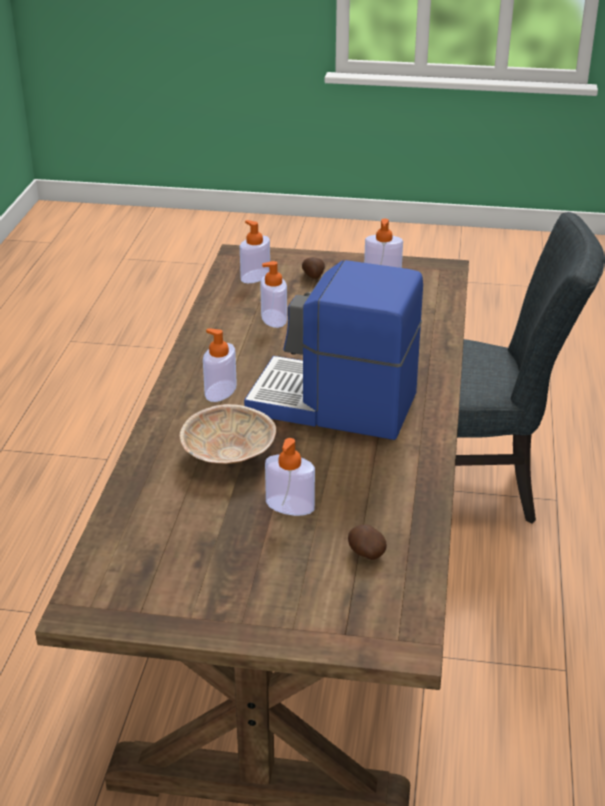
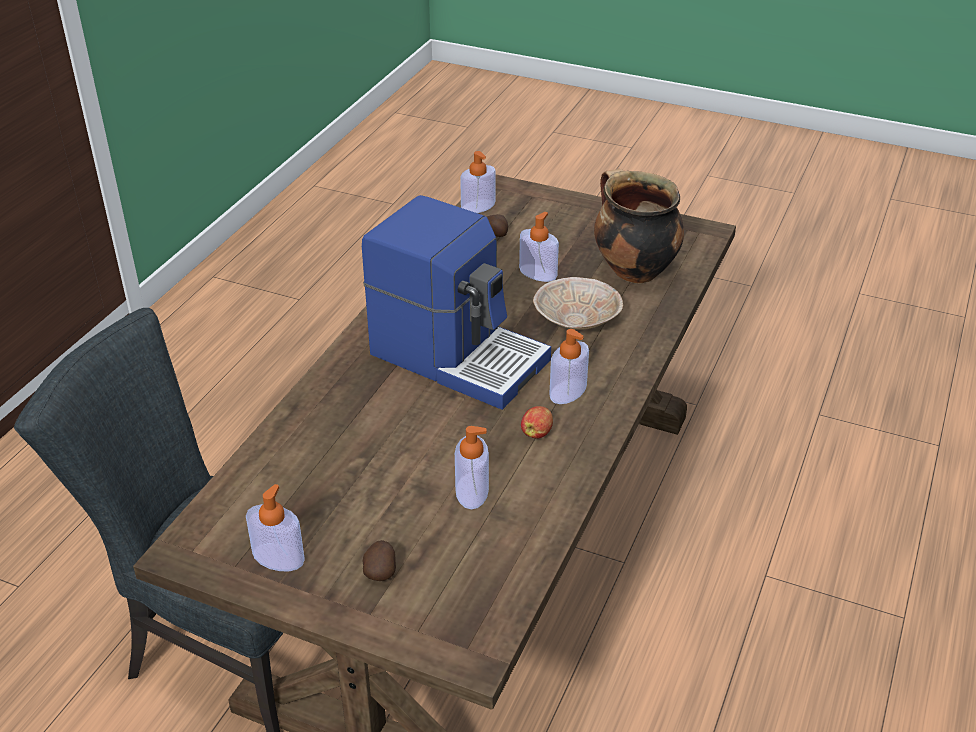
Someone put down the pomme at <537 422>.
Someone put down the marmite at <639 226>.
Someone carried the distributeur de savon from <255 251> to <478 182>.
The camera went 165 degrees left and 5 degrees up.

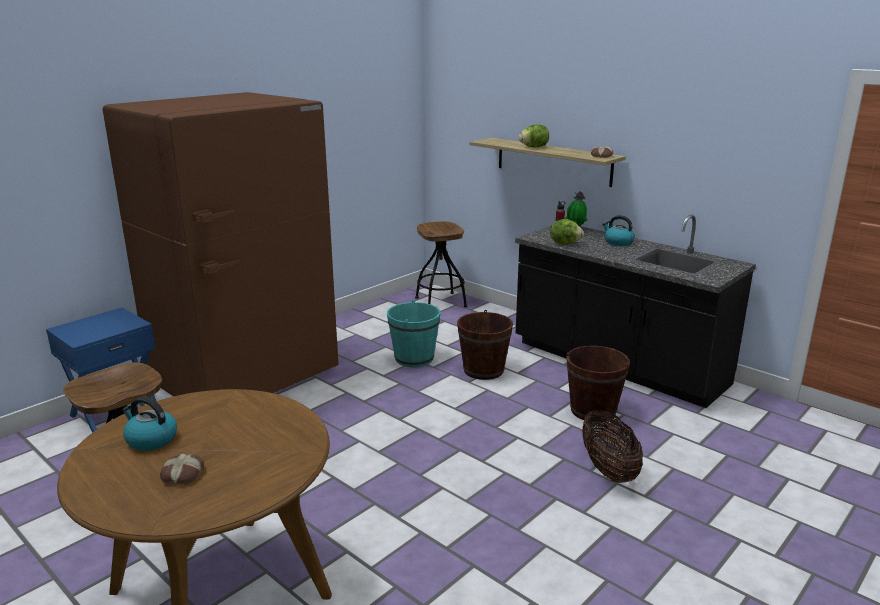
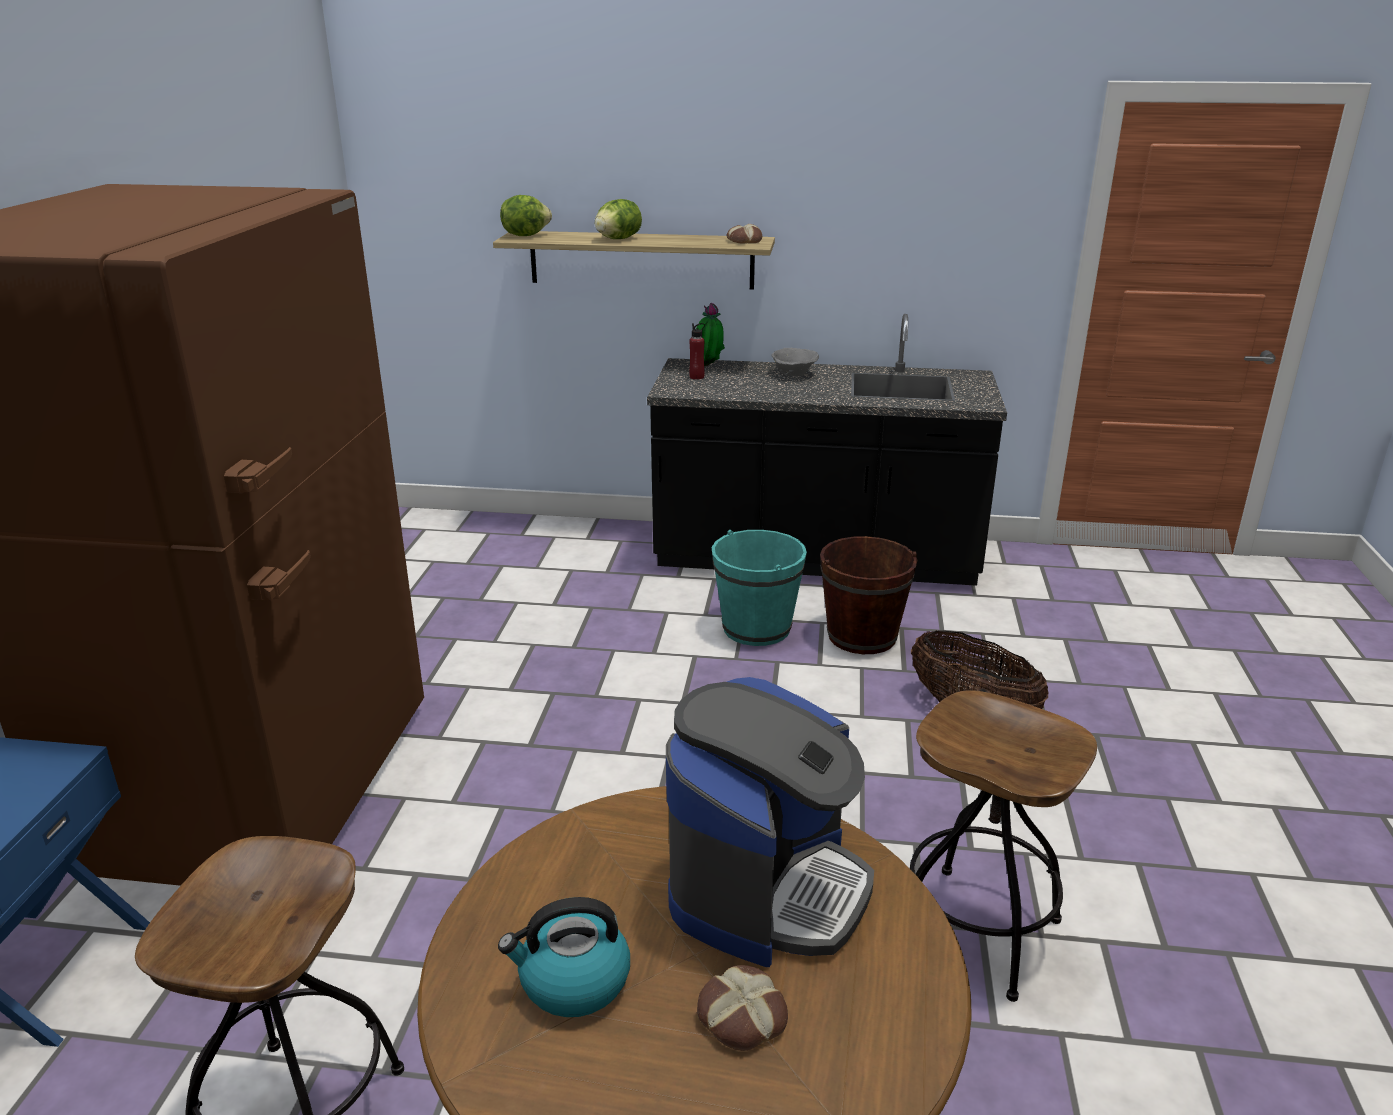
Someone took away the seau/marron at <485 345>.
Someone put down the machine à café at <770 822>.
Someone carried the seau/turquoise from <414 333> to <759 588>.
Someone carried the tabouret/marron from <441 264> to <1003 846>.
Someone carried the laitue from <567 232> to <526 215>.
Someone swapped the bouilloire at <618 230> for the bol/gris at <795 362>.
The camera went 35 degrees left and 5 degrees up.

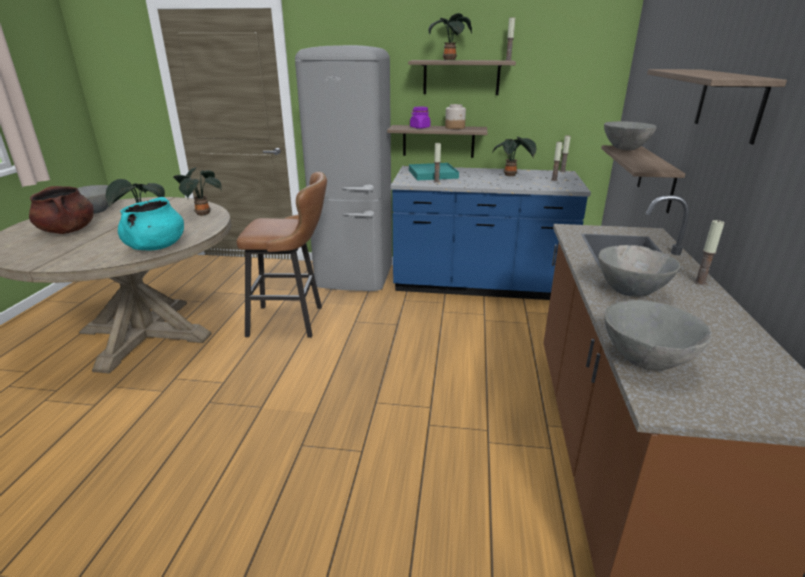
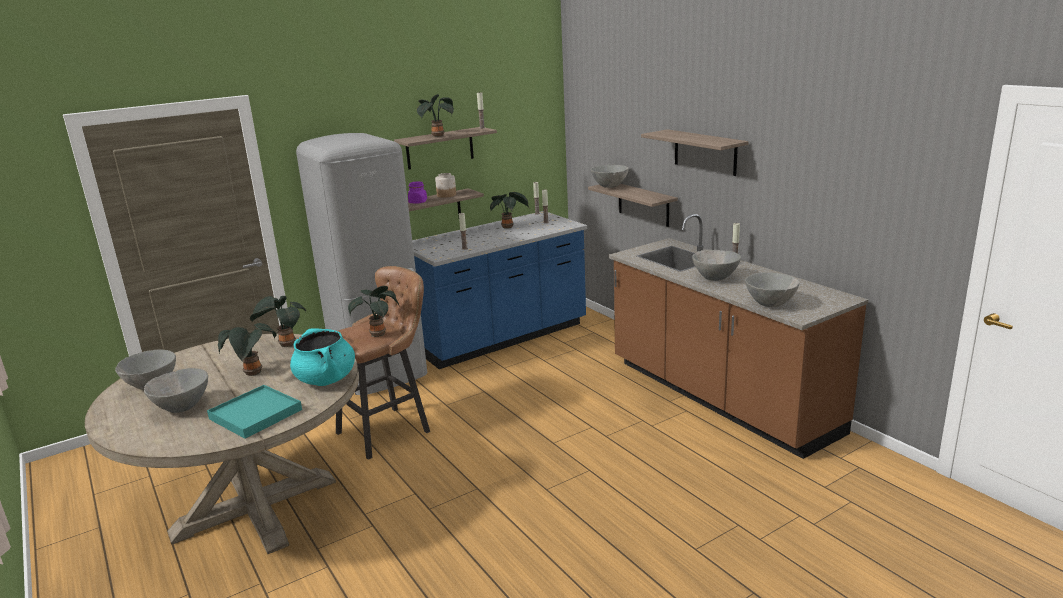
Someone put down the plante en pot at <373 311>.
Someone carried the plateau/turquoise from <434 171> to <254 412>.
Someone swapped the marmite/marron at <61 210> for the bol/gris at <176 390>.
The camera went 40 degrees left and 5 degrees down.

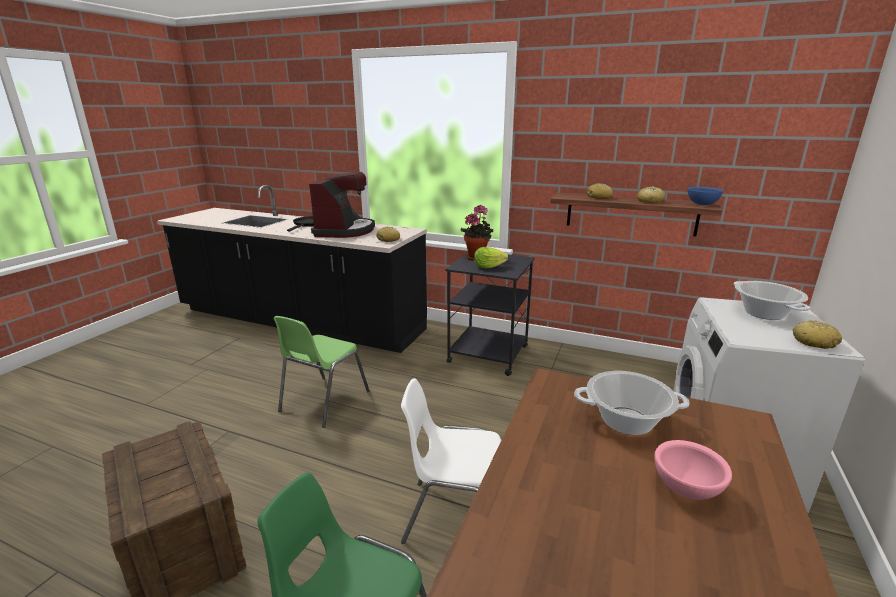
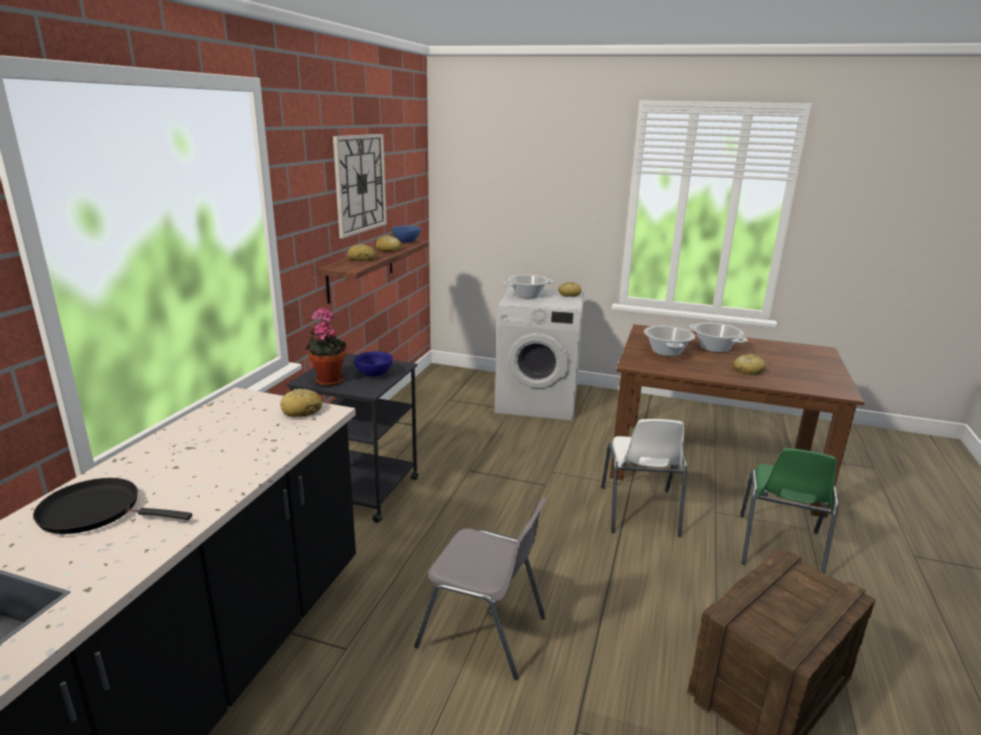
Someone took away the machine à café at <342 205>.
Someone put up the horloge murale at <360 186>.
Someone put down the pain at <749 364>.
Someone swapped the laitue at <491 257> for the bol/bleu at <373 364>.
Someone swapped the bol/rose at <693 470> for the marmite at <718 337>.
Someone repainted the chaise/vert at <321 372>, which became the chaise/gris at <480 588>.
The camera went 95 degrees left and 0 degrees up.

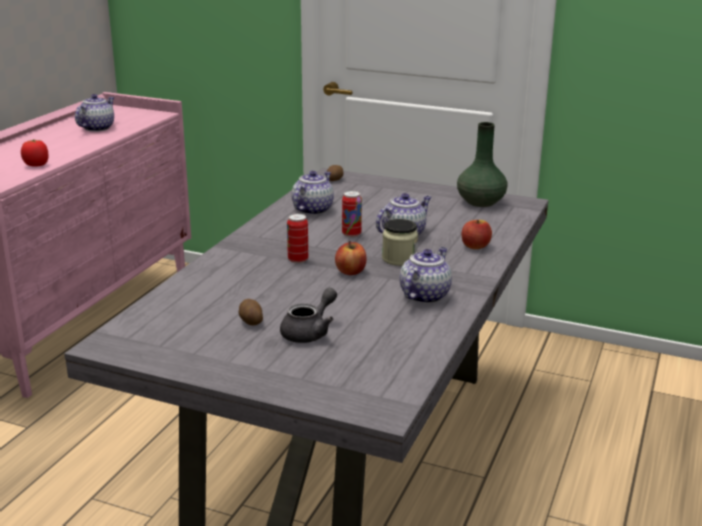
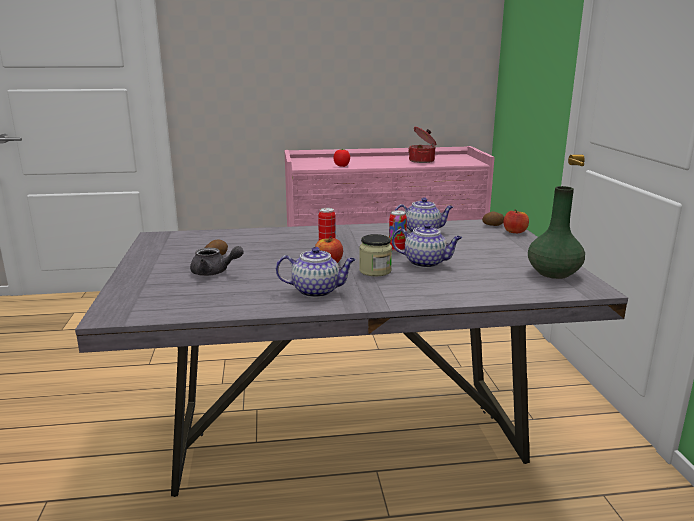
Someone carried the pomme from <477 234> to <516 221>.
Someone swapped the théière at <94 113> for the marmite at <422 145>.
The camera went 60 degrees right and 5 degrees down.

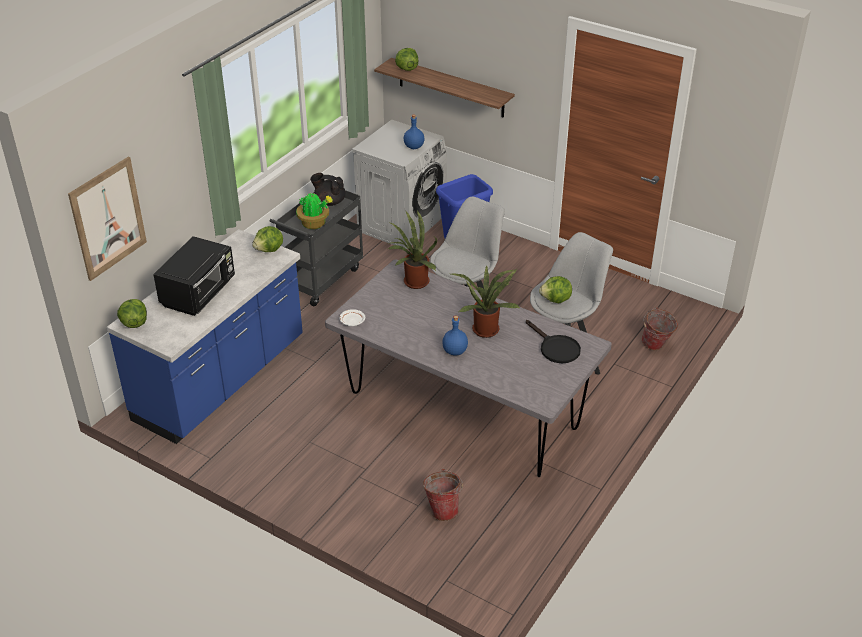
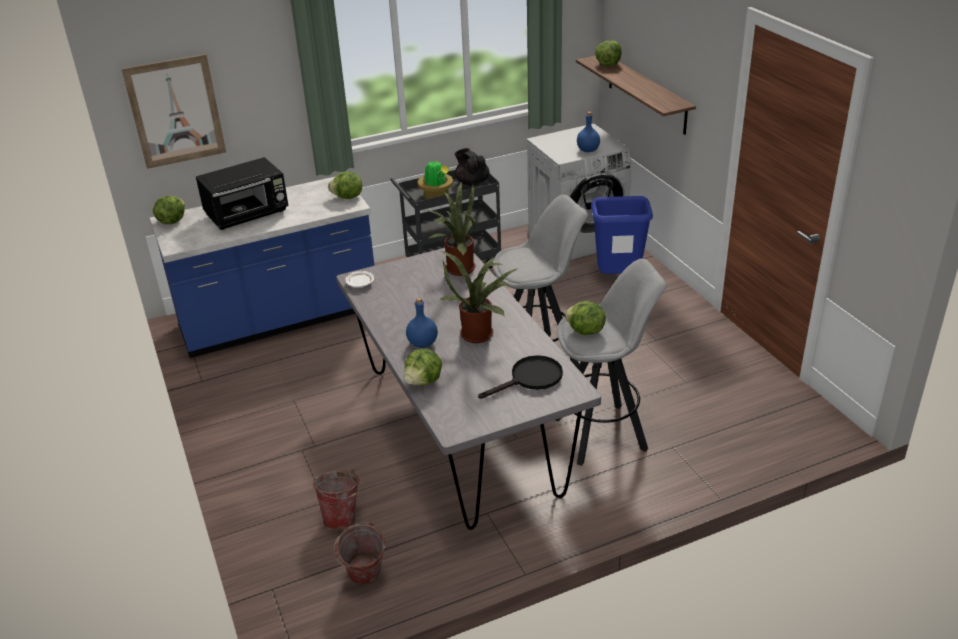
Someone put down the laitue at <423 367>.
Someone carried the seau from <659 328> to <359 553>.
Someone rotated the poêle/noir at <553 341> by 120 degrees counterclockwise.
The camera went 35 degrees right and 5 degrees down.

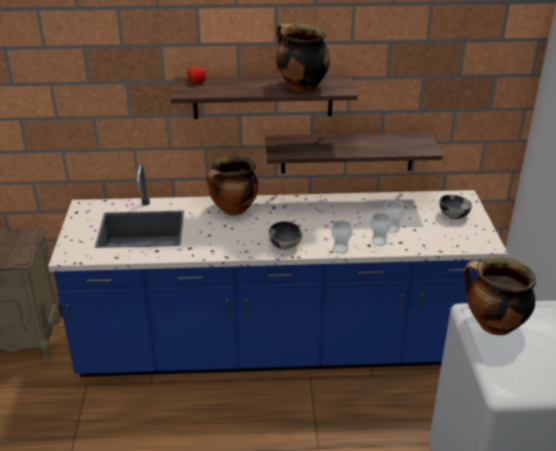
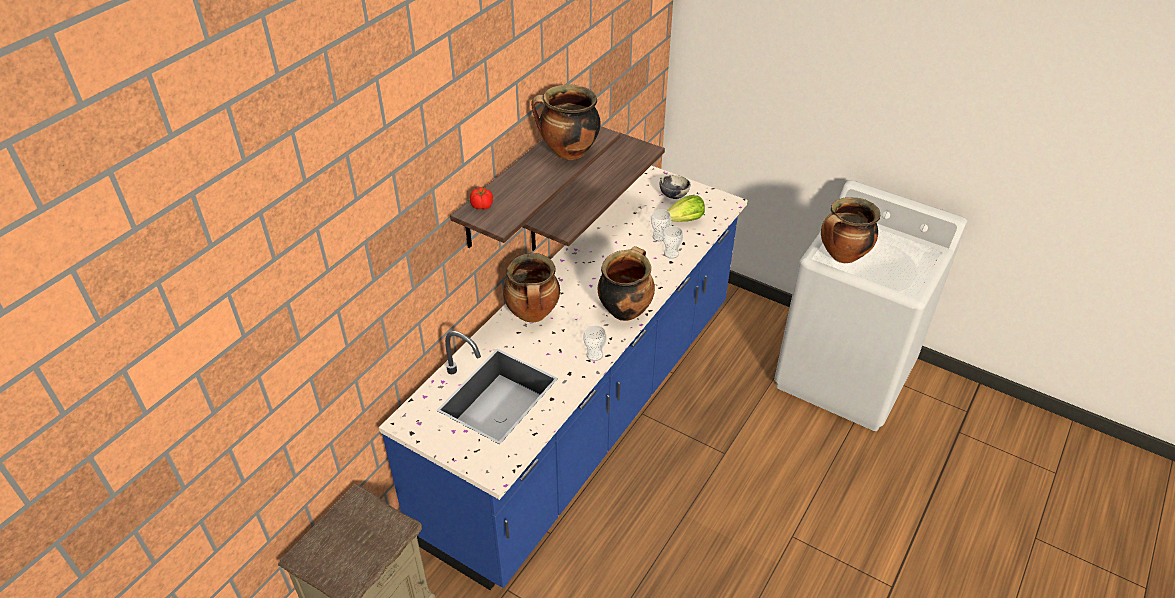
Someone put down the laitue at <686 208>.
Someone carried the tasse from <341 236> to <595 343>.
Someone swapped the bol at <285 235> for the marmite at <626 283>.
The camera went 55 degrees left and 10 degrees up.

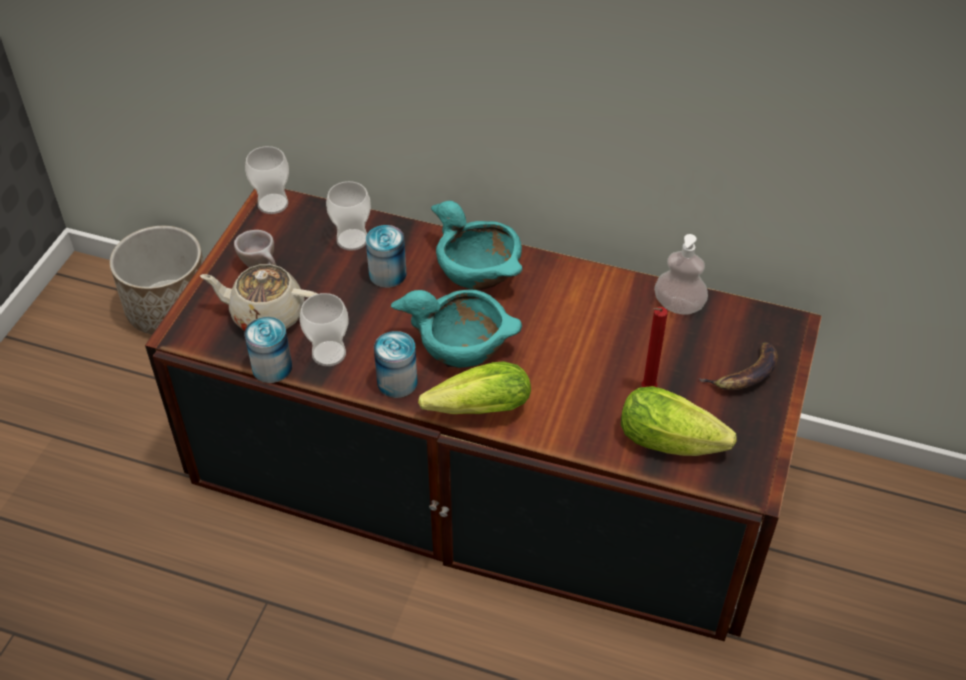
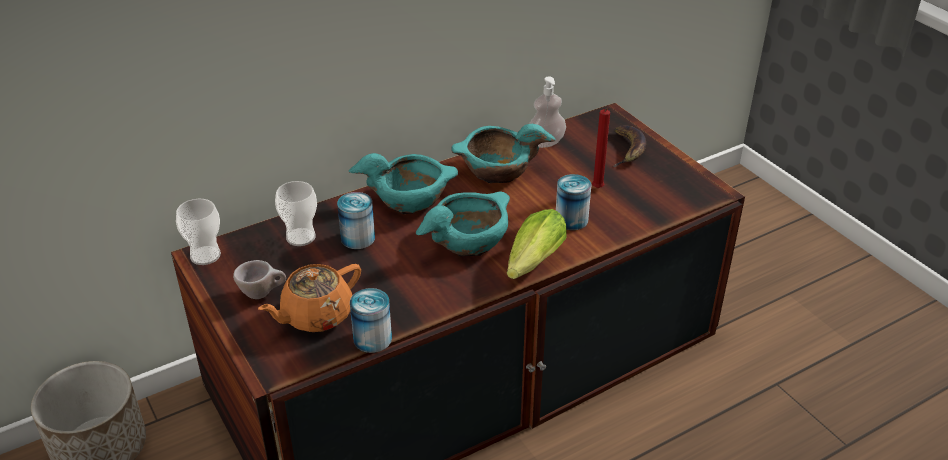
Someone took away the tasse at <324 329>.
Someone took away the laitue at <678 421>.
Someone put down the bol/turquoise at <503 153>.
Someone carried the boîte métallique from <396 364> to <573 202>.
Someone repainted the théière/beige at <258 297>, which became the théière/orange at <309 298>.
The camera went 50 degrees left and 10 degrees down.

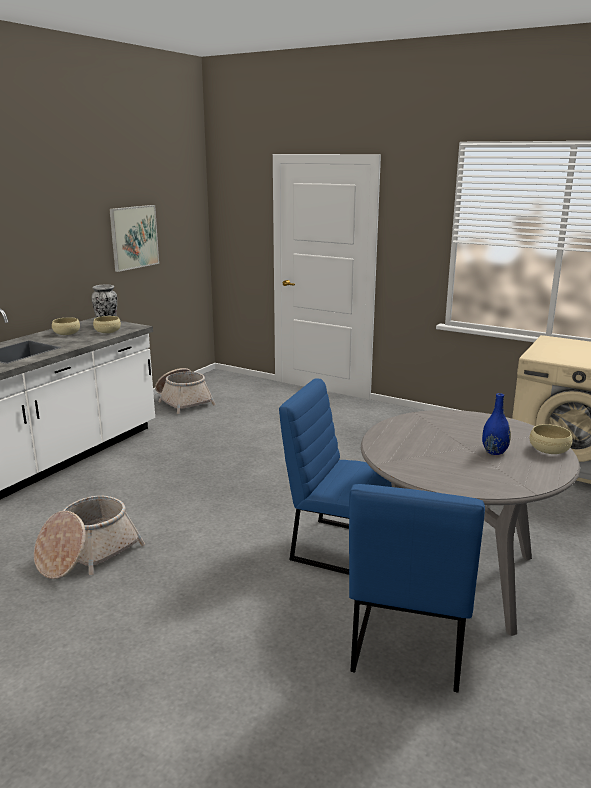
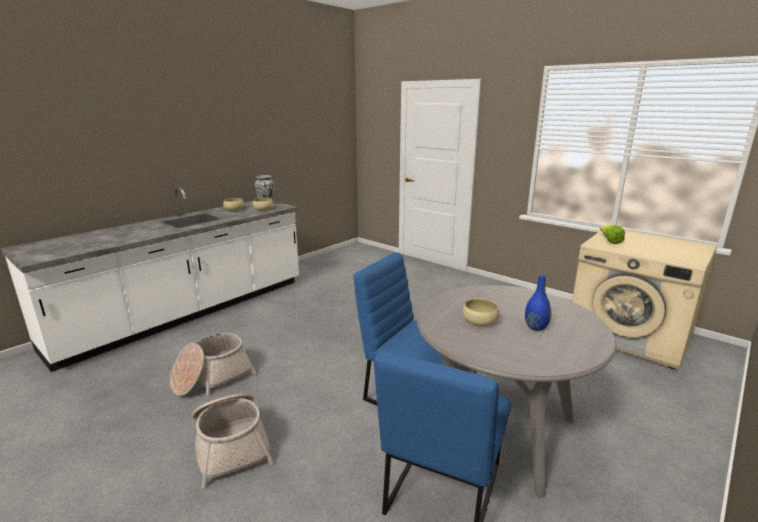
Someone took away the tableau at <134 238>.
Someone put down the laitue at <612 234>.
Someone carried the panier from <185 391> to <233 440>.
Someone carried the bol/beige from <551 439> to <481 312>.
The camera went 10 degrees right and 0 degrees up.

